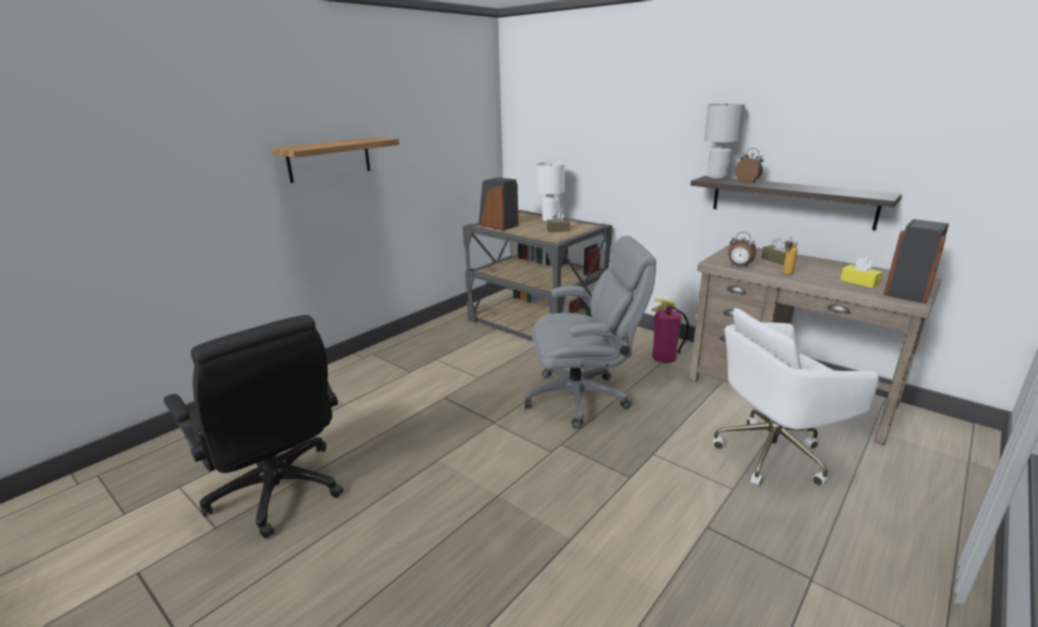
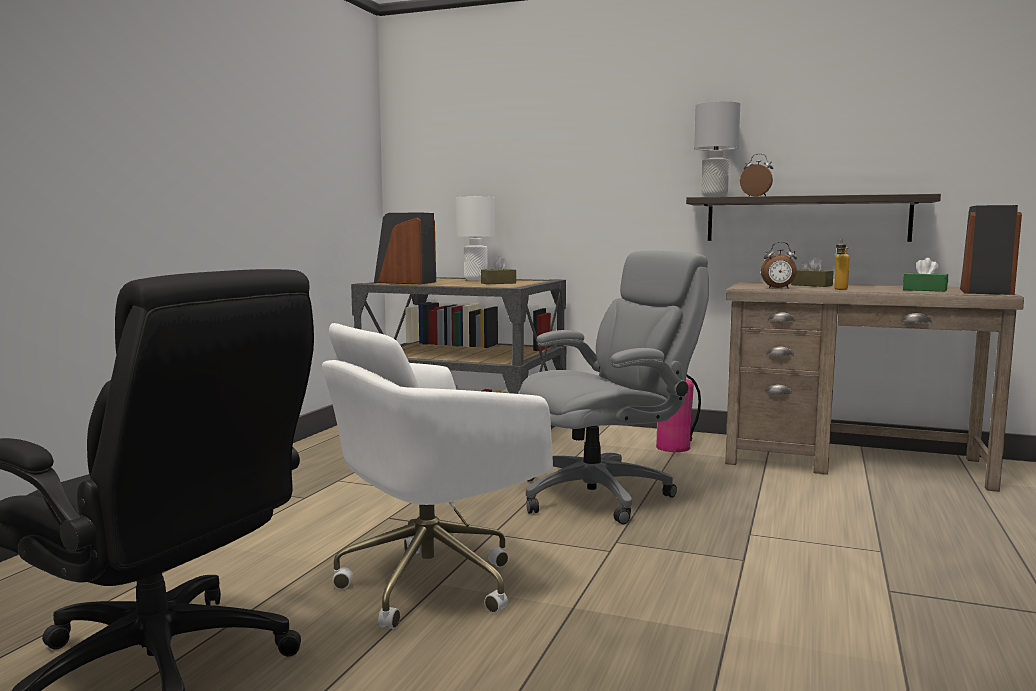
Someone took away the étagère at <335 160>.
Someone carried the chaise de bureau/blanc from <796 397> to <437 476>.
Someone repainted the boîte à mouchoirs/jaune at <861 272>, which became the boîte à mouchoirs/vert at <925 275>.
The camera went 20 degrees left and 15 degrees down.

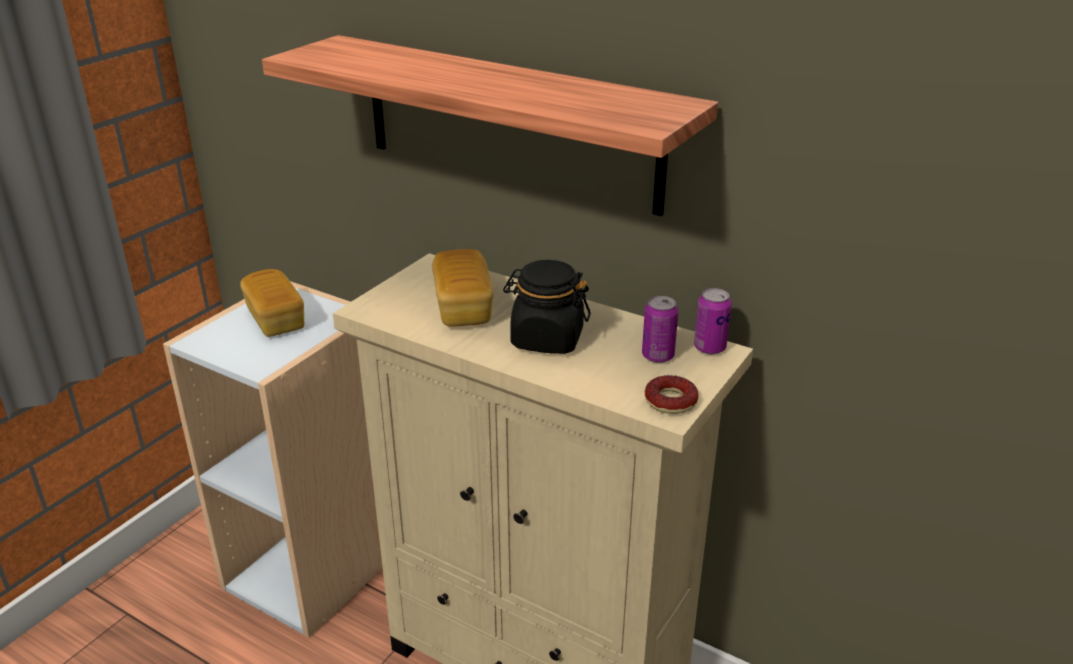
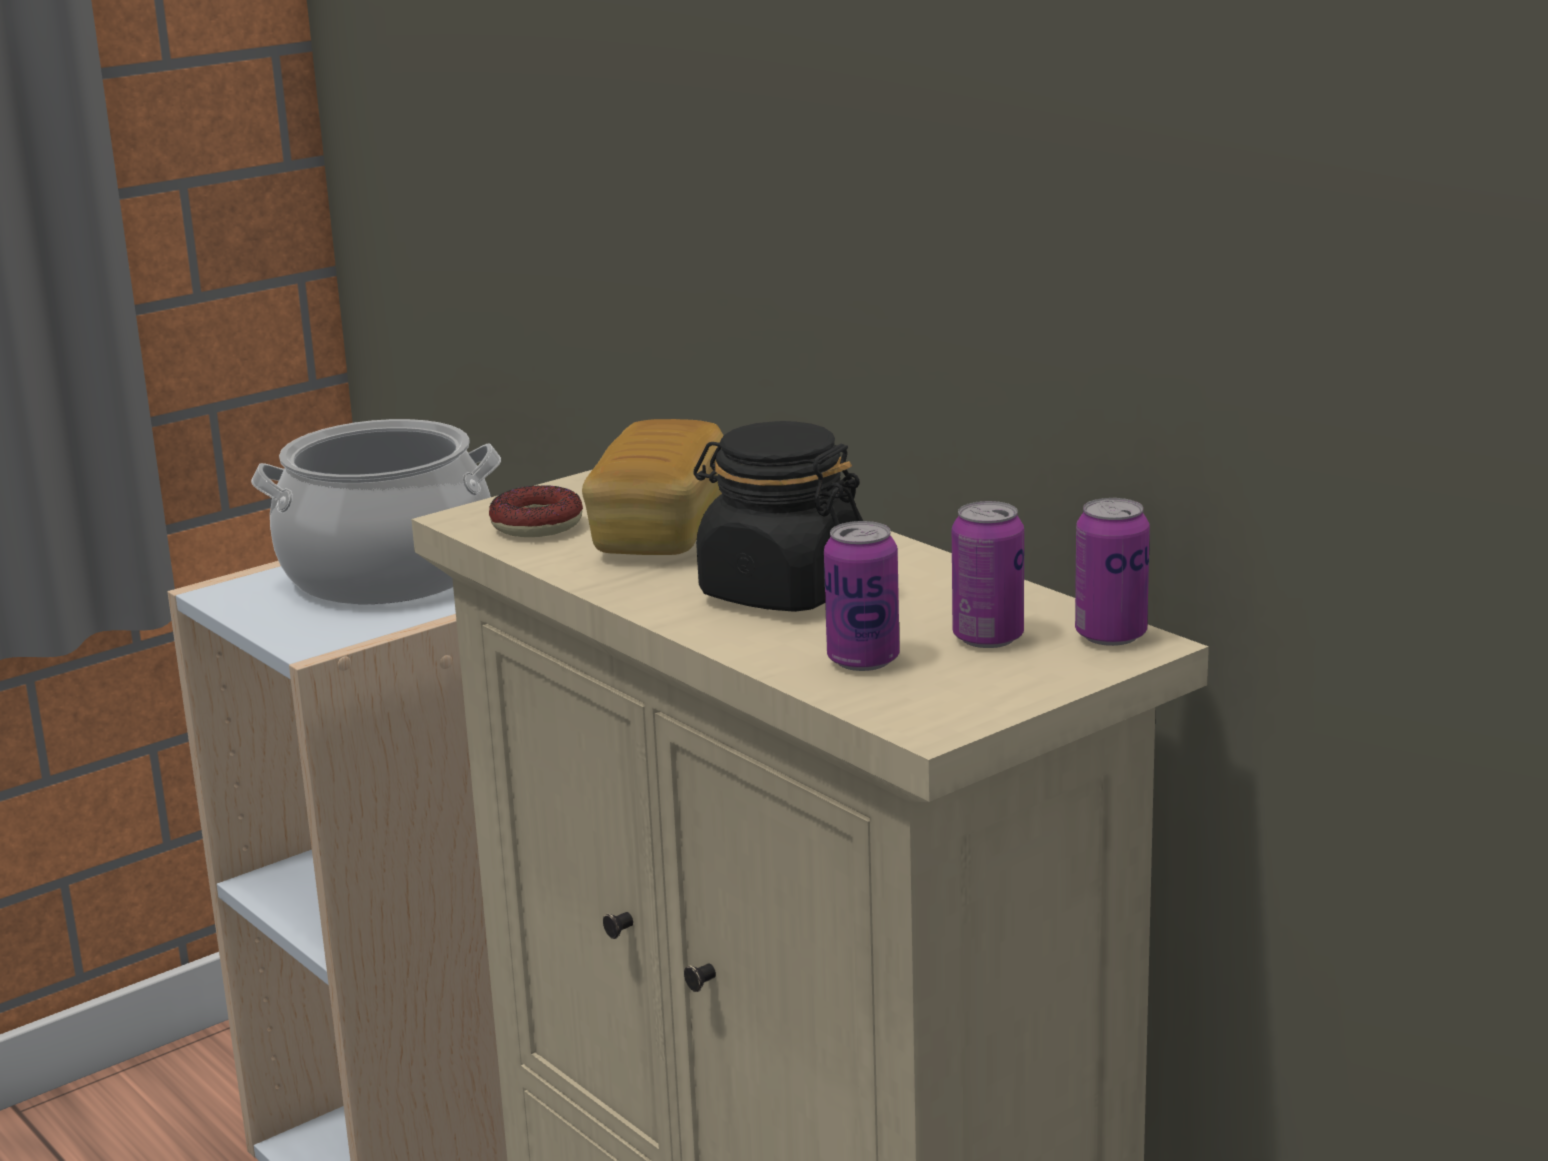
Someone took away the étagère at <490 125>.
Someone put down the boîte métallique at <862 596>.
Someone carried the beignet from <672 394> to <536 511>.
Someone swapped the pain at <272 303> for the marmite at <376 511>.
The camera went 20 degrees right and 10 degrees down.

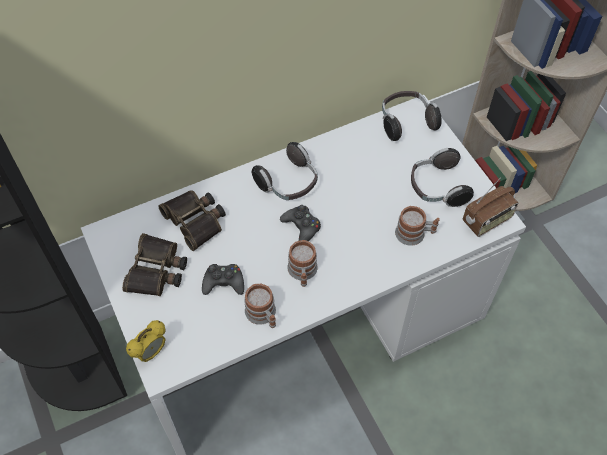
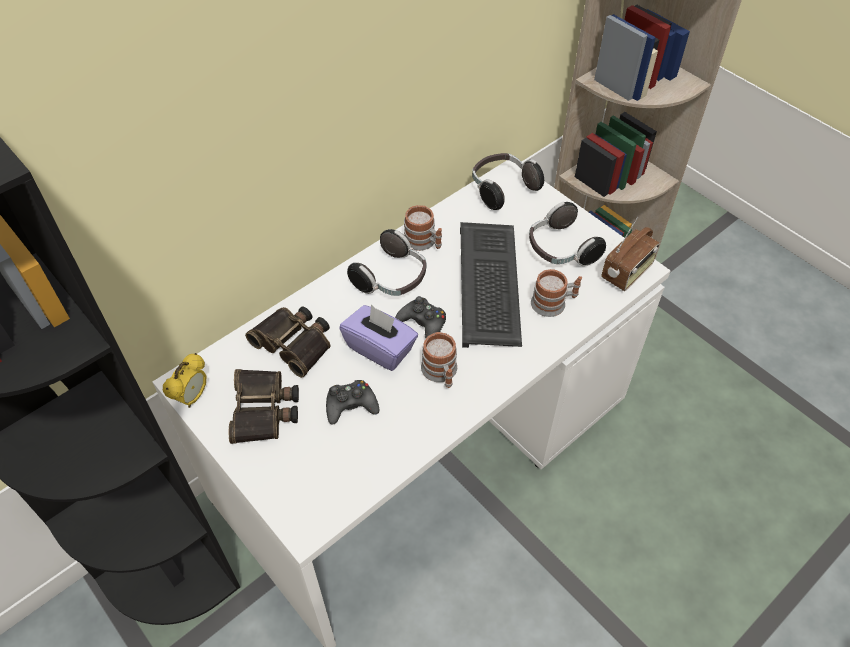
Someone put down the boîte à mouchoirs/violet at <378 337>.
Someone put down the clavier at <491 285>.
Someone carried the réveil from <146 341> to <185 380>.
Someone carried the mug from <260 305> to <423 228>.
The camera went 15 degrees left and 5 degrees down.

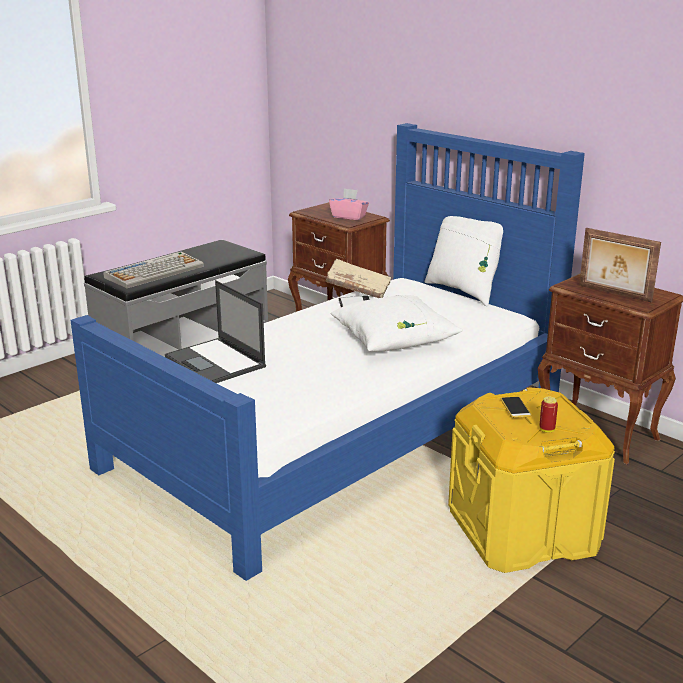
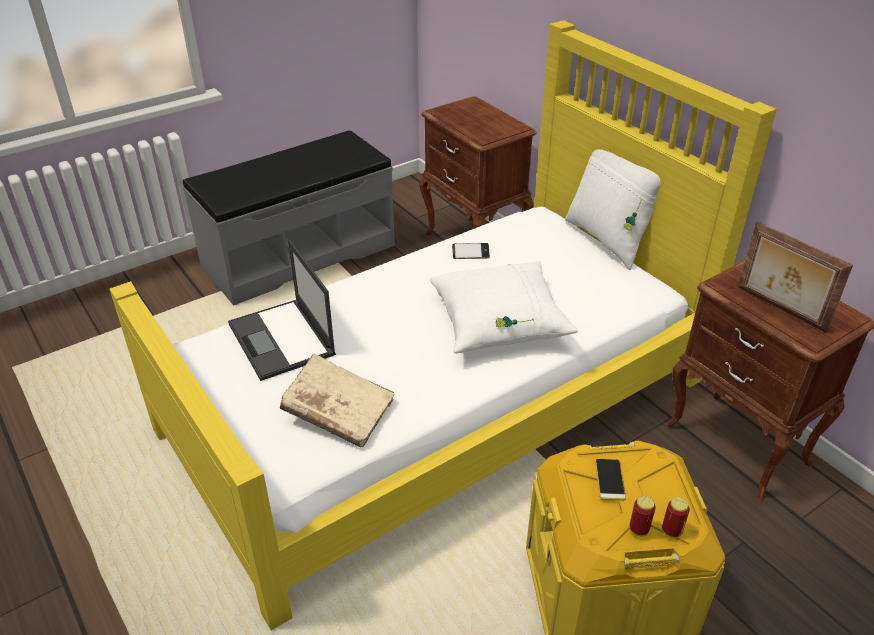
Someone took away the clavier at <153 269>.
Someone took away the boîte à mouchoirs/rose at <349 204>.
Someone put down the boîte métallique at <676 517>.
Someone carried the livre/beige from <358 278> to <337 400>.
Someone repainted the lit/bleu at <327 352>, which became the lit/jaune at <443 325>.
The camera went 10 degrees right and 15 degrees up.

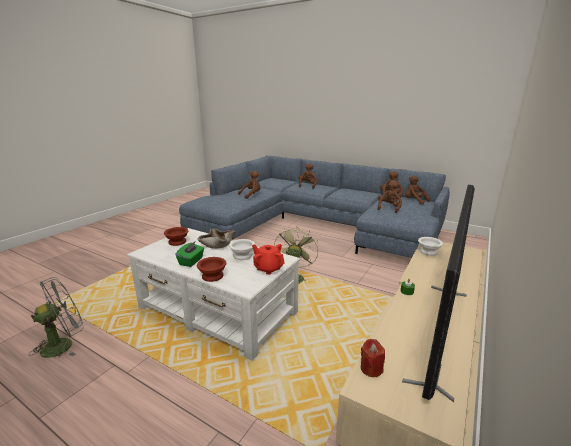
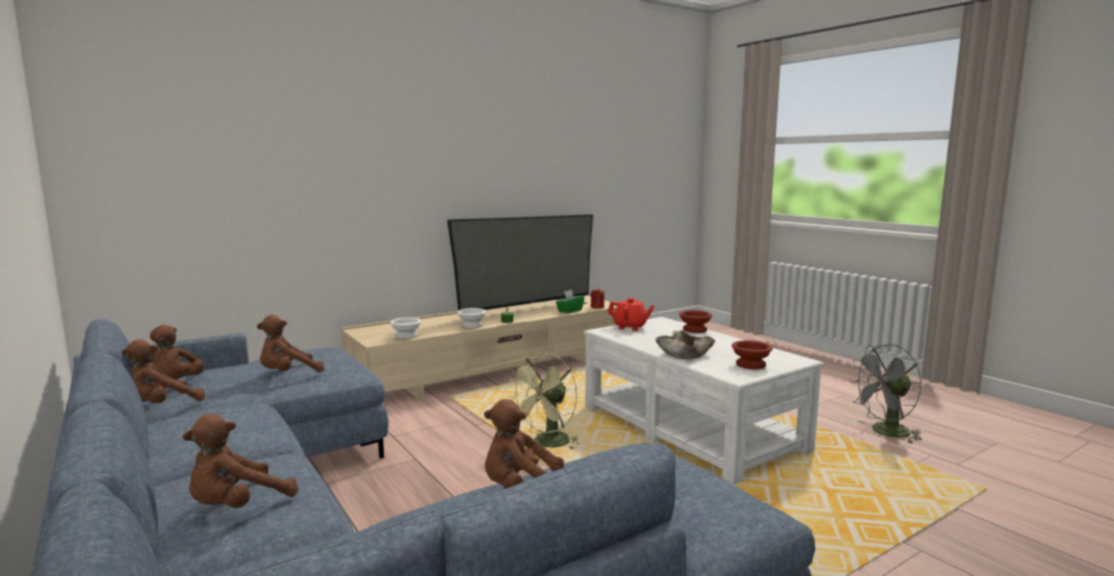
Someone carried the boîte à mouchoirs/vert from <189 254> to <570 301>.
Someone carried the bol/blanc from <242 249> to <471 318>.
Someone rotated the théière/rouge at <268 259> by 45 degrees counterclockwise.
The camera went 155 degrees left and 10 degrees down.

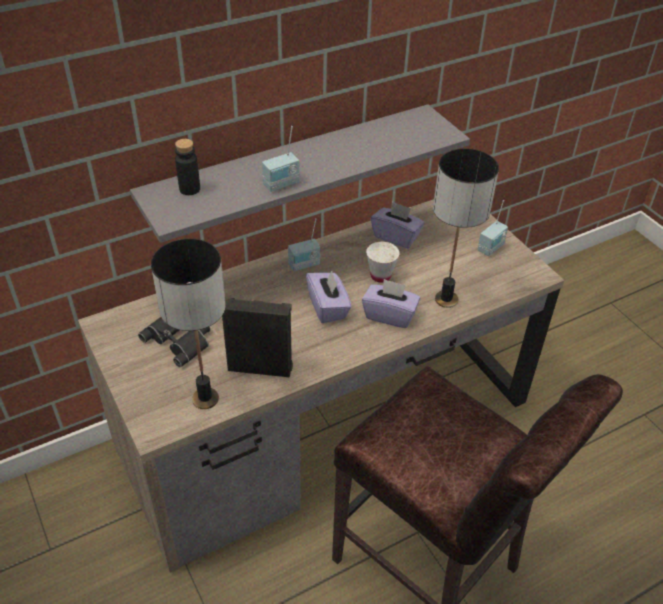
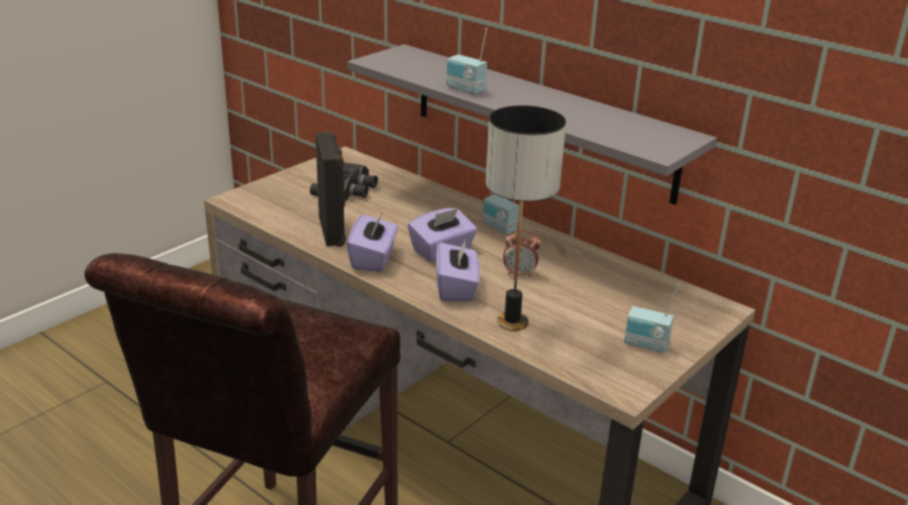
Someone took away the lampe de table at <188 324>.
Someone took away the bouteille/noir at <187 167>.
Someone carried the boîte à mouchoirs/violet from <398 225> to <372 242>.
Someone swapped the tasse/blanc at <383 262> for the réveil at <522 253>.
The camera went 70 degrees right and 15 degrees down.

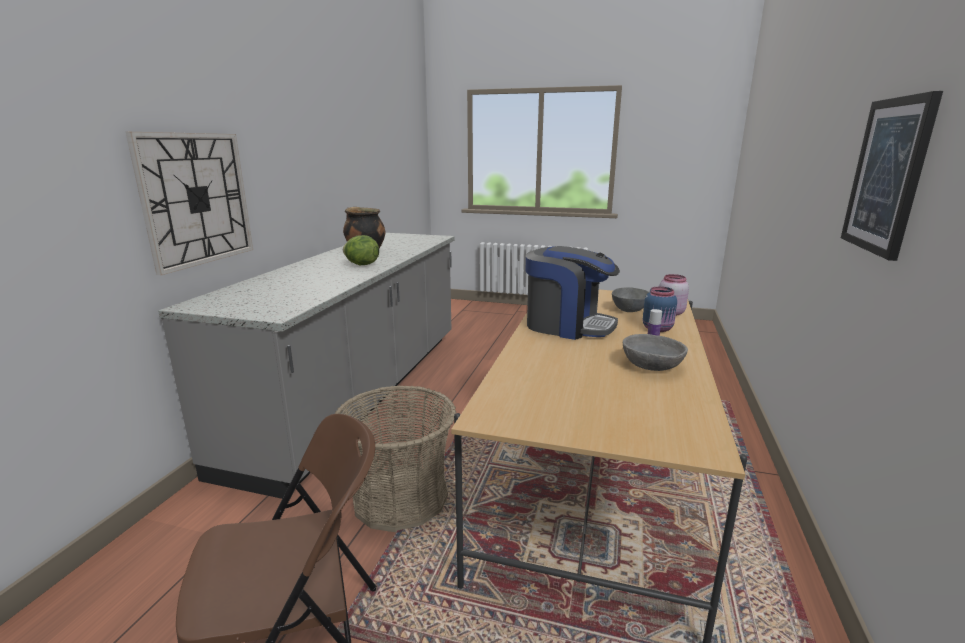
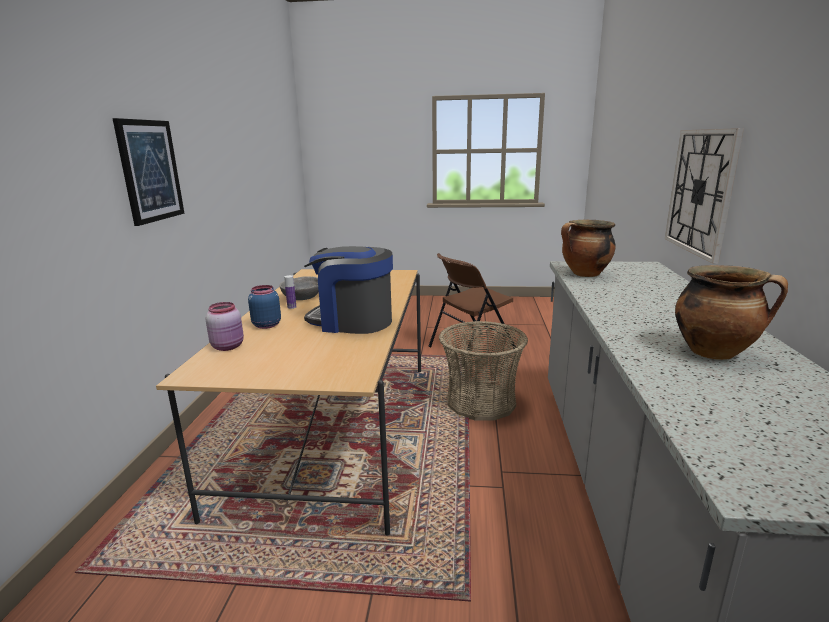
Someone took away the laitue at <361 250>.
Someone took away the bol/gris at <630 299>.
Someone put down the marmite at <588 248>.
The camera went 170 degrees right and 0 degrees up.

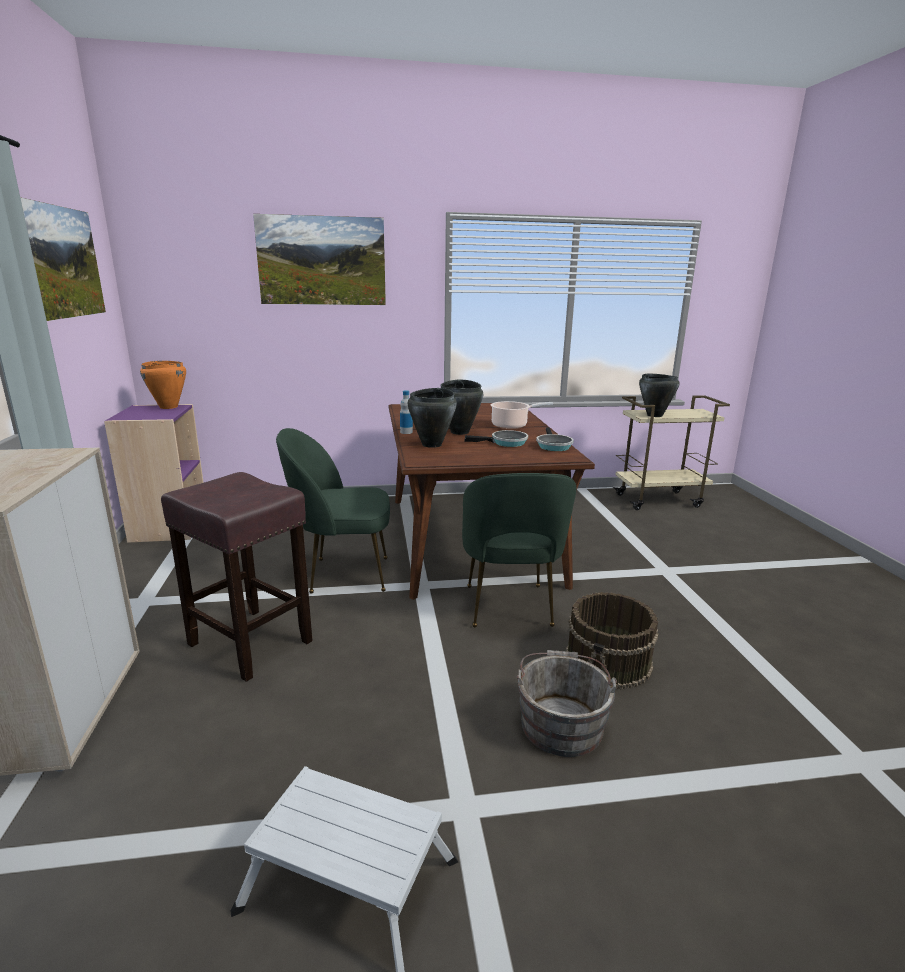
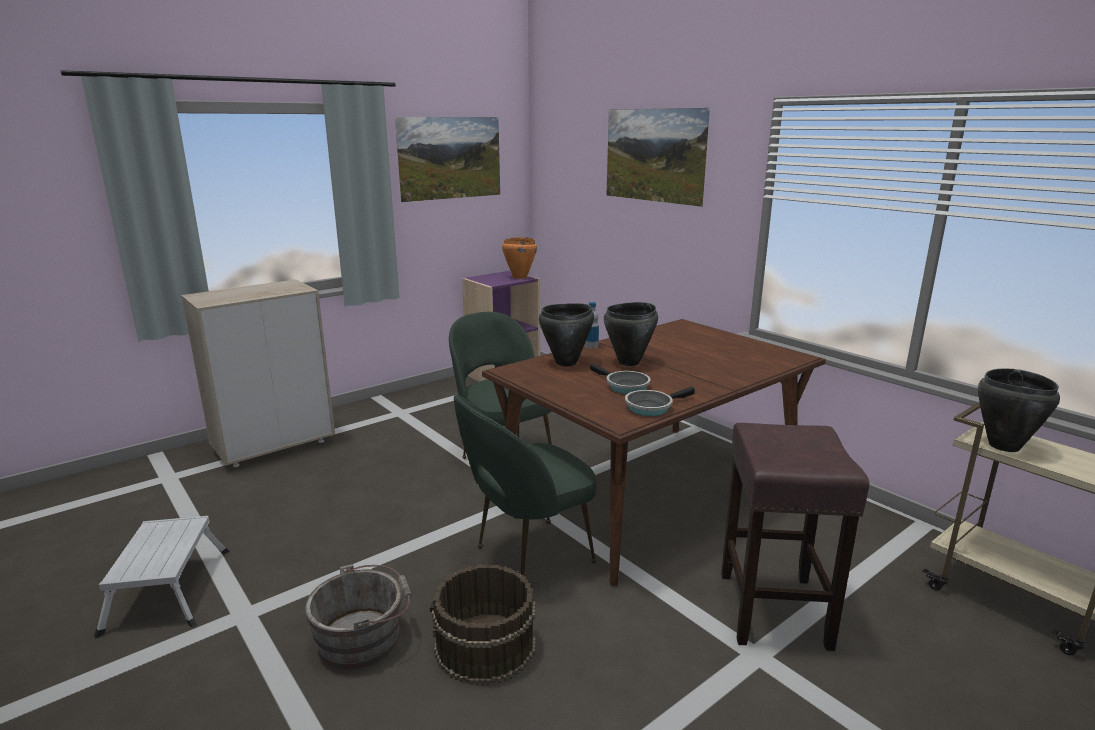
Someone took away the marmite at <522 415>.
Someone carried the tabouret/marron from <237 577> to <795 537>.
The camera went 60 degrees right and 0 degrees up.

